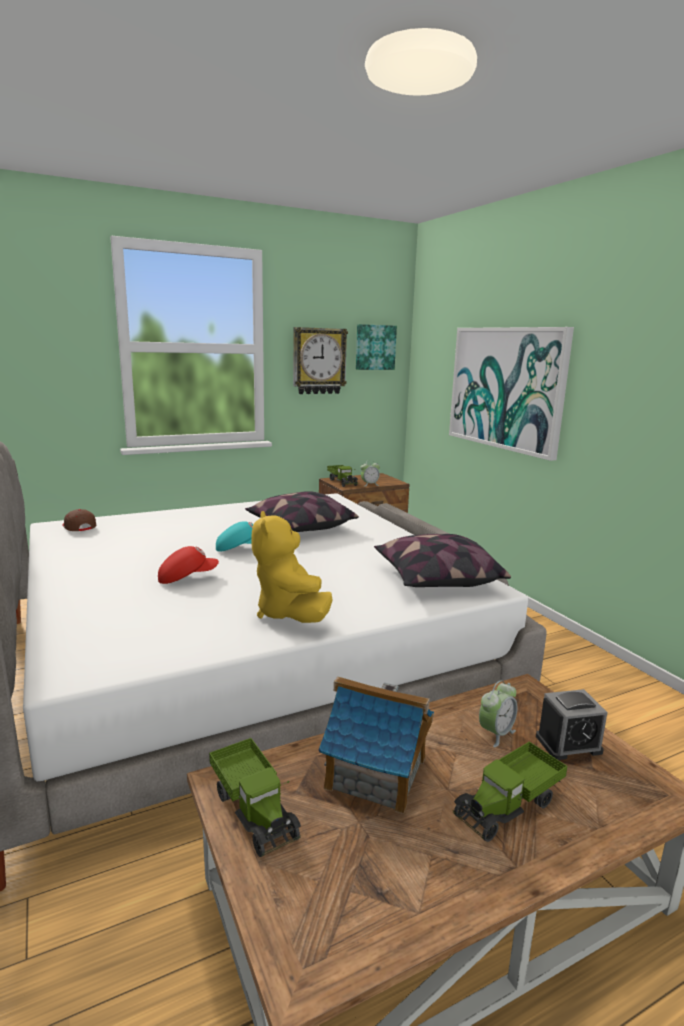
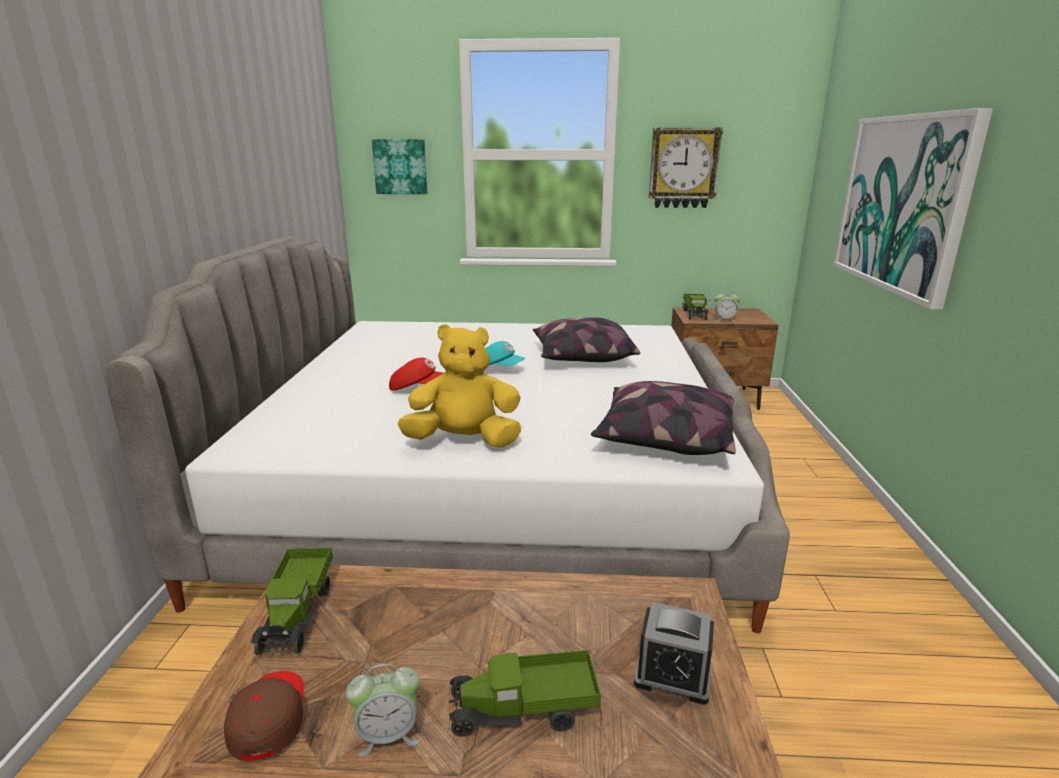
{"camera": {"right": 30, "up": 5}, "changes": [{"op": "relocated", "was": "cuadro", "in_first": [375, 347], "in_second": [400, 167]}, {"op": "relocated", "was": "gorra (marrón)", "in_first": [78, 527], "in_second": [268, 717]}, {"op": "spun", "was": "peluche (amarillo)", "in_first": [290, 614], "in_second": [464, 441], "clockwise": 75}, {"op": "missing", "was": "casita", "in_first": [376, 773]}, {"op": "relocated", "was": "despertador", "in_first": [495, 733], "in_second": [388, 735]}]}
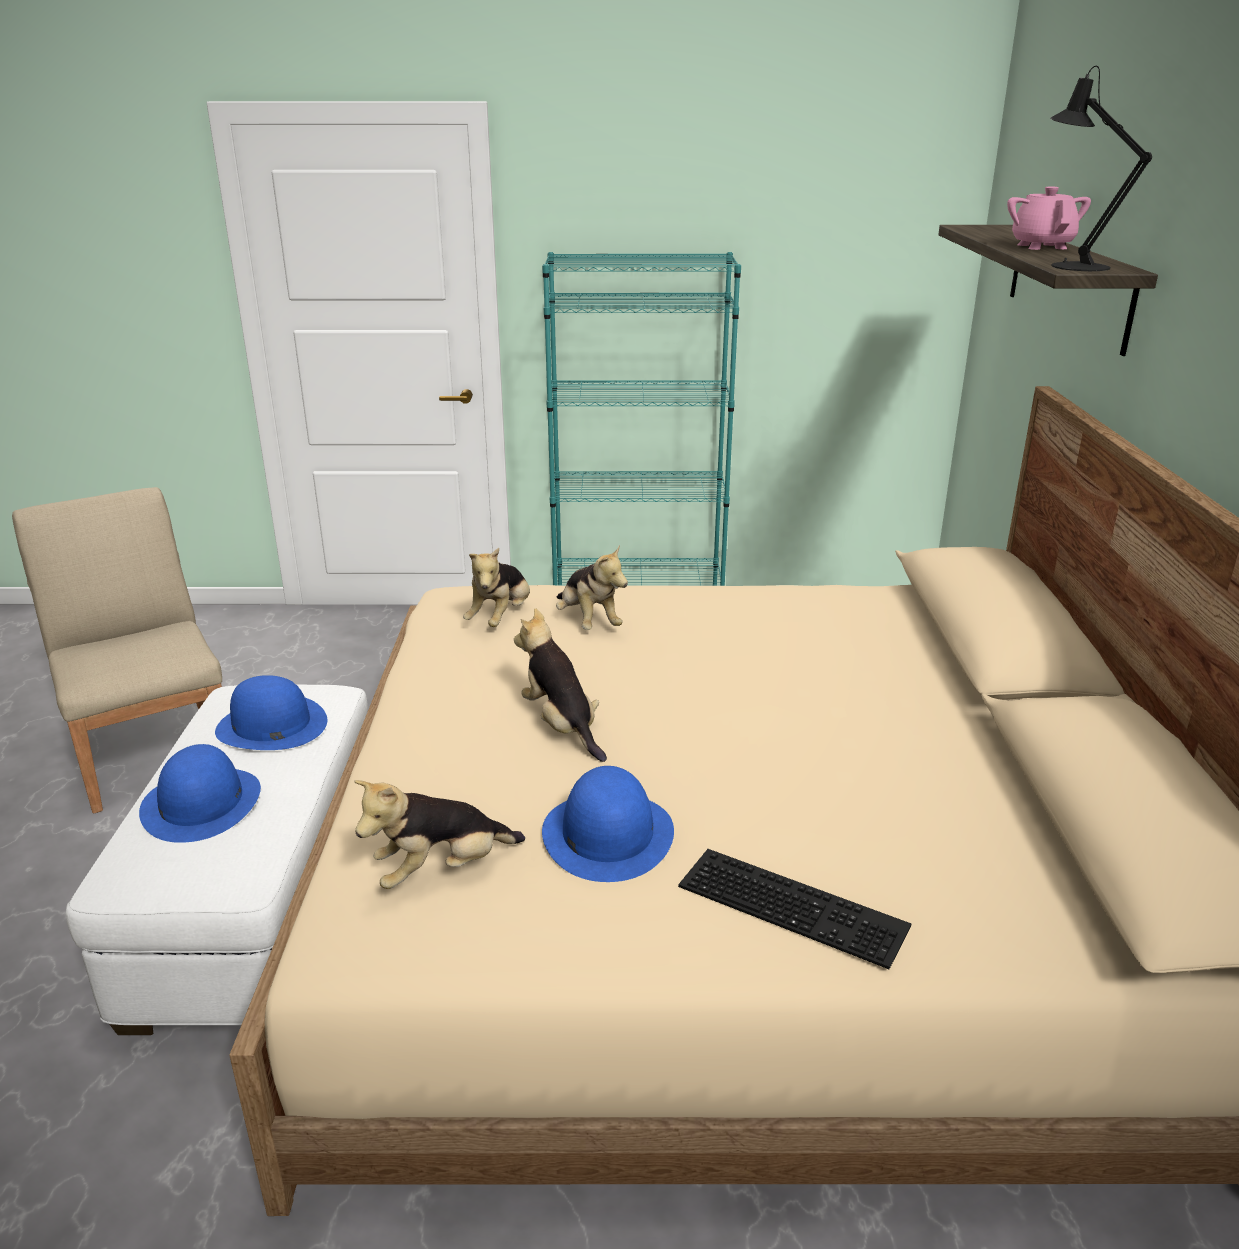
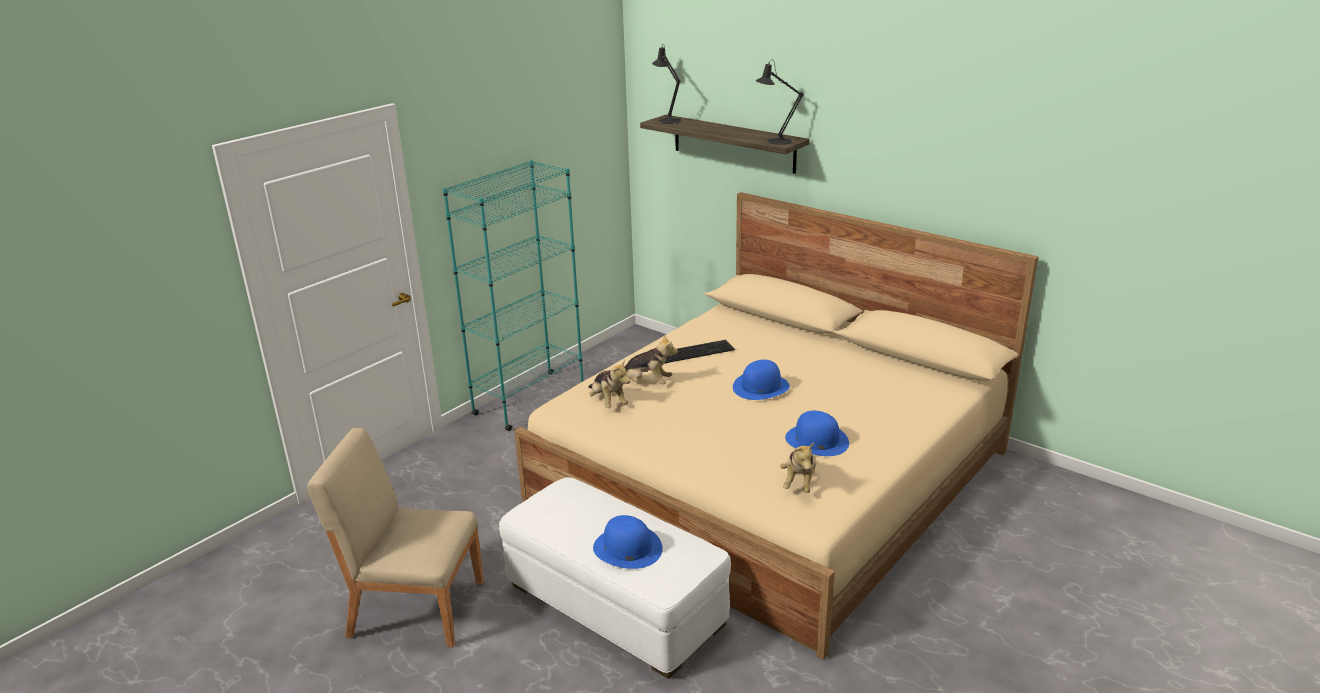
{"camera": {"right": -50, "up": 0}, "changes": [{"op": "missing", "was": "tetera (rosa)", "in_first": [1041, 246]}, {"op": "missing", "was": "peluche", "in_first": [562, 726]}, {"op": "relocated", "was": "sombrero (azul)", "in_first": [271, 725], "in_second": [761, 387]}, {"op": "relocated", "was": "teclado", "in_first": [795, 904], "in_second": [695, 351]}, {"op": "appeared", "now": "lámpara de mesa (negro)", "in_second": [667, 120]}]}
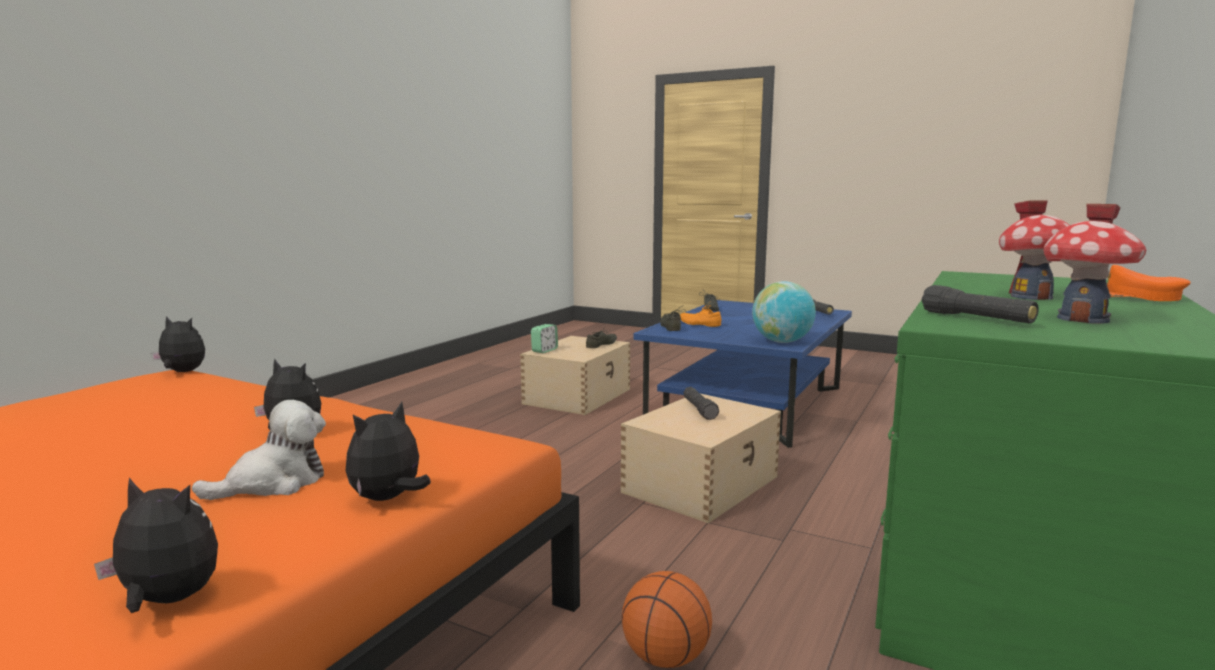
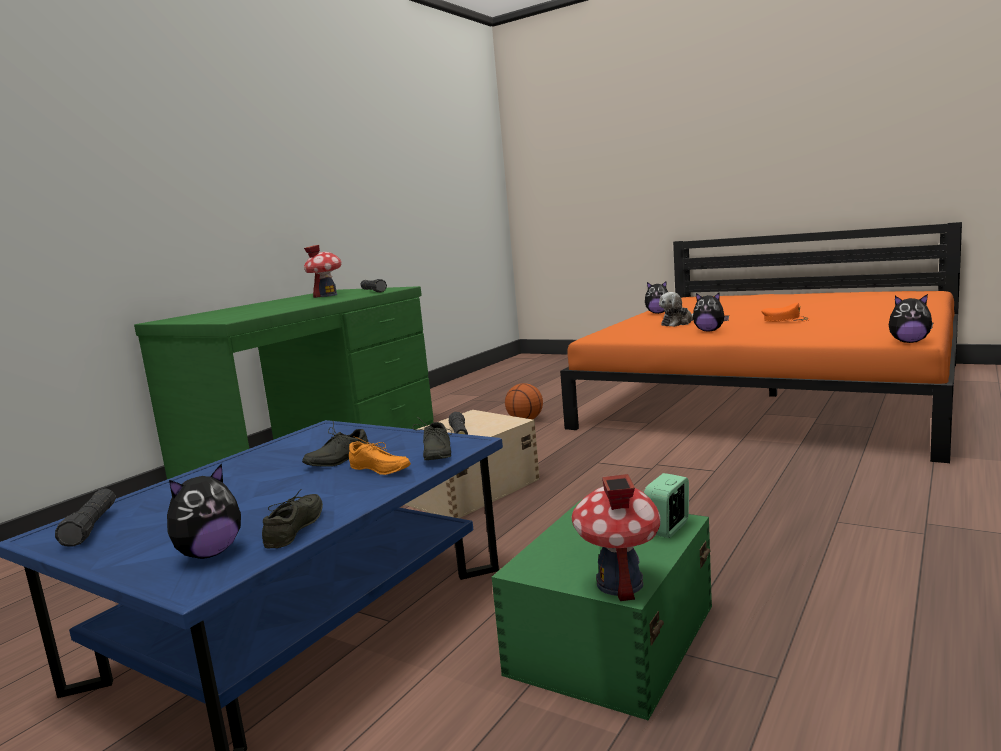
{"camera": {"right": -175, "up": 0}, "changes": [{"op": "relocated", "was": "casita", "in_first": [1031, 297], "in_second": [619, 584]}, {"op": "relocated", "was": "gorra (naranja)", "in_first": [1135, 297], "in_second": [785, 320]}, {"op": "missing", "was": "globo terráqueo", "in_first": [782, 342]}, {"op": "relocated", "was": "zapato (gris)", "in_first": [602, 345], "in_second": [336, 460]}, {"op": "colour", "was": "caja de almacenaje (beis)", "now": "caja de almacenaje (verde)", "in_first": [578, 396], "in_second": [610, 640]}, {"op": "relocated", "was": "peluche", "in_first": [388, 499], "in_second": [209, 553]}]}
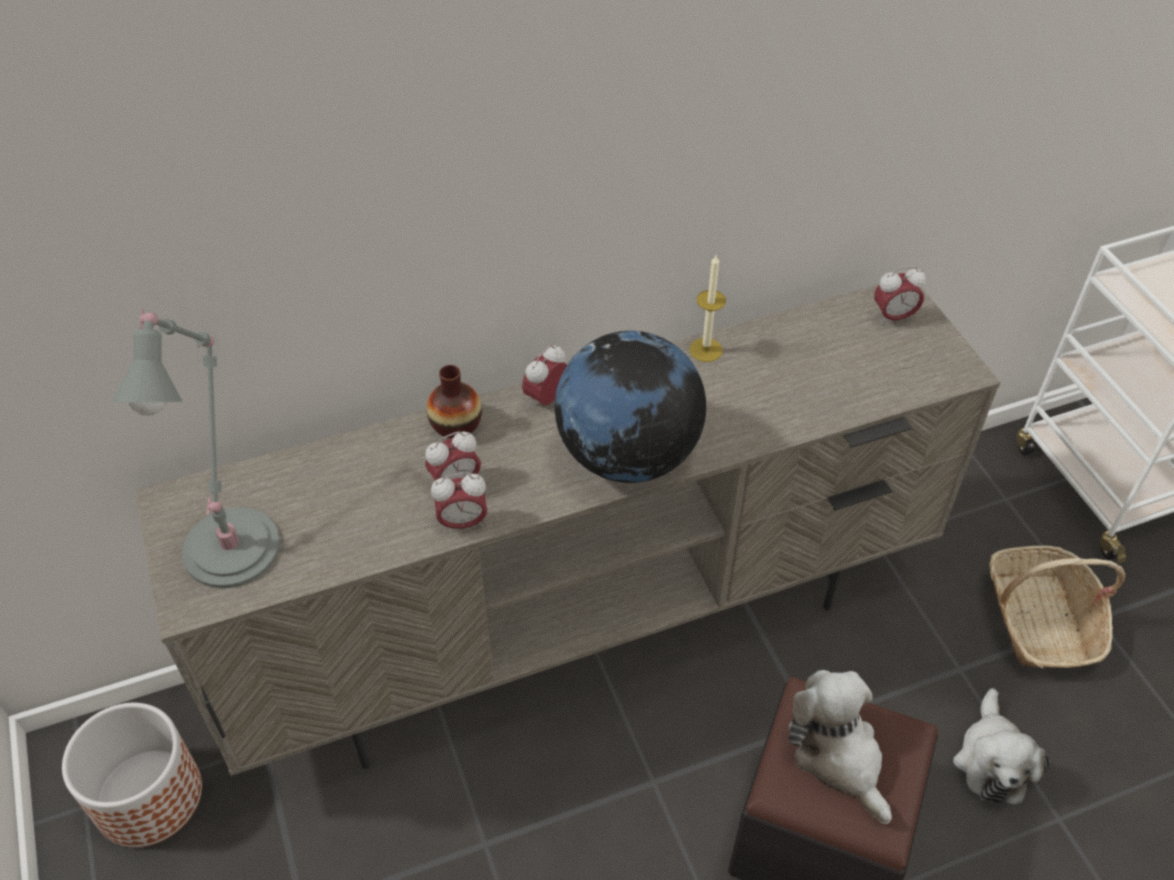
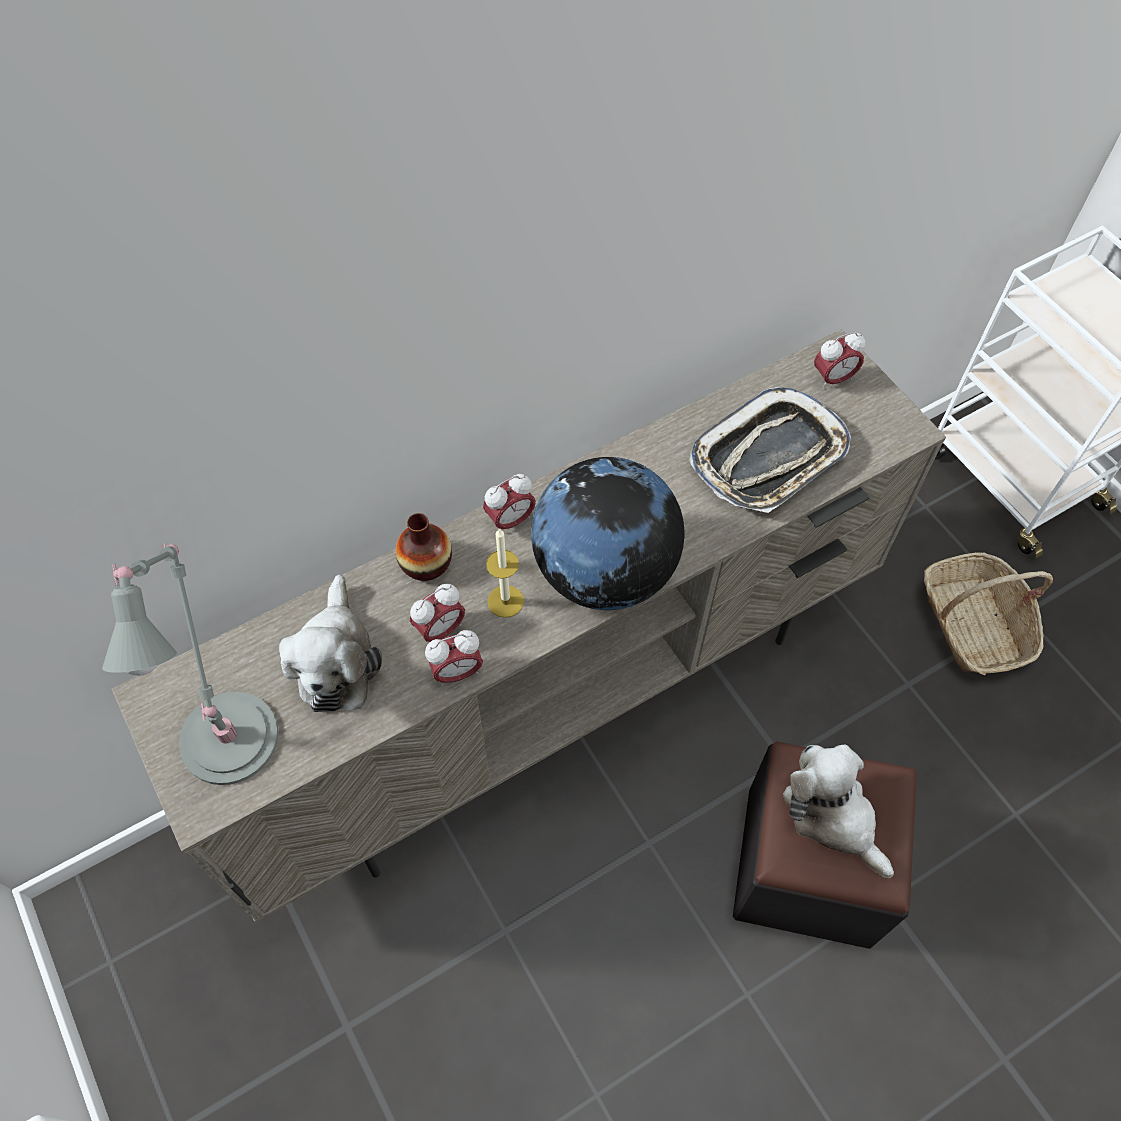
{"camera": {"right": -10, "up": 10}, "changes": [{"op": "relocated", "was": "vela", "in_first": [705, 350], "in_second": [505, 601]}, {"op": "spun", "was": "despertador", "in_first": [546, 399], "in_second": [510, 520], "clockwise": -150}, {"op": "relocated", "was": "peluche", "in_first": [992, 760], "in_second": [335, 660]}, {"op": "missing", "was": "maceta", "in_first": [149, 796]}, {"op": "appeared", "now": "bandeja", "in_second": [769, 457]}]}
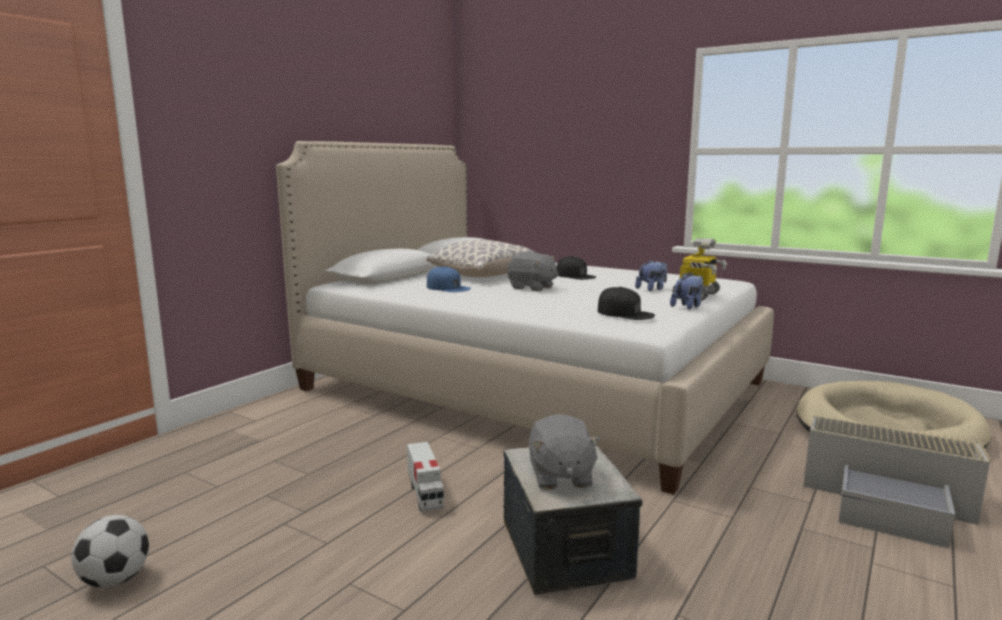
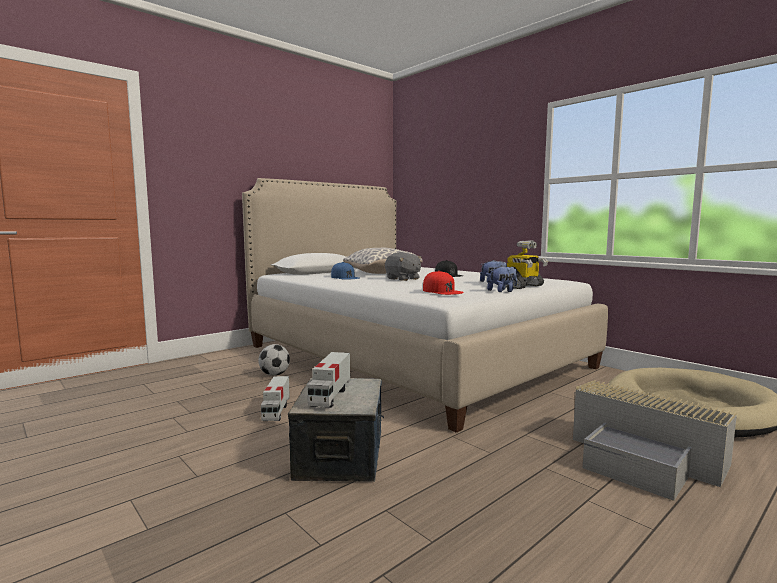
{"camera": {"right": 15, "up": -5}, "changes": [{"op": "colour", "was": "gorra (negro)", "now": "gorra (rojo)", "in_first": [625, 313], "in_second": [442, 291]}, {"op": "exchanged", "was": "peluche (gris)", "now": "camión de juguete", "in_first": [560, 476], "in_second": [330, 395]}, {"op": "relocated", "was": "balón de fútbol", "in_first": [115, 580], "in_second": [274, 374]}]}
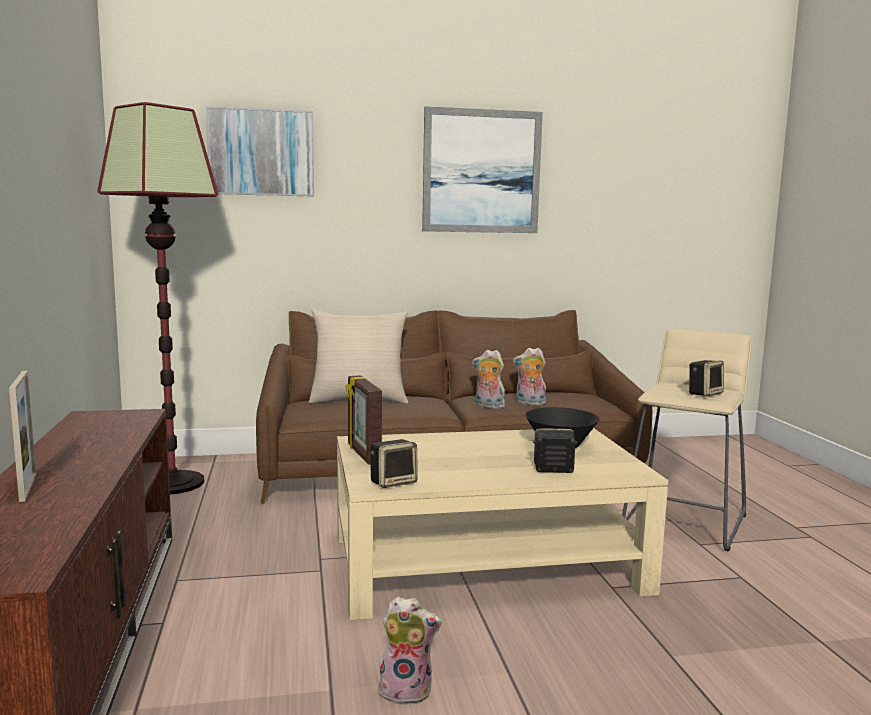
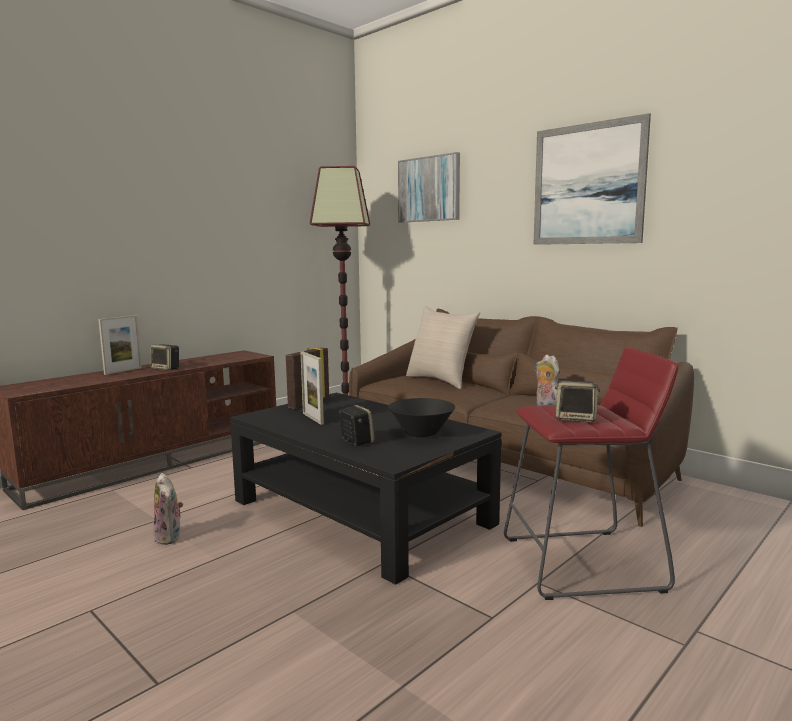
{"camera": {"right": 55, "up": 0}, "changes": [{"op": "colour", "was": "taburete (beis)", "now": "taburete (rojo)", "in_first": [683, 521], "in_second": [582, 563]}, {"op": "missing", "was": "peluche", "in_first": [488, 406]}, {"op": "colour", "was": "mesa de centro (beis)", "now": "mesa de centro (negro)", "in_first": [487, 563], "in_second": [361, 512]}, {"op": "relocated", "was": "altavoz", "in_first": [393, 482], "in_second": [166, 369]}, {"op": "appeared", "now": "portarretratos", "in_second": [313, 418]}]}
